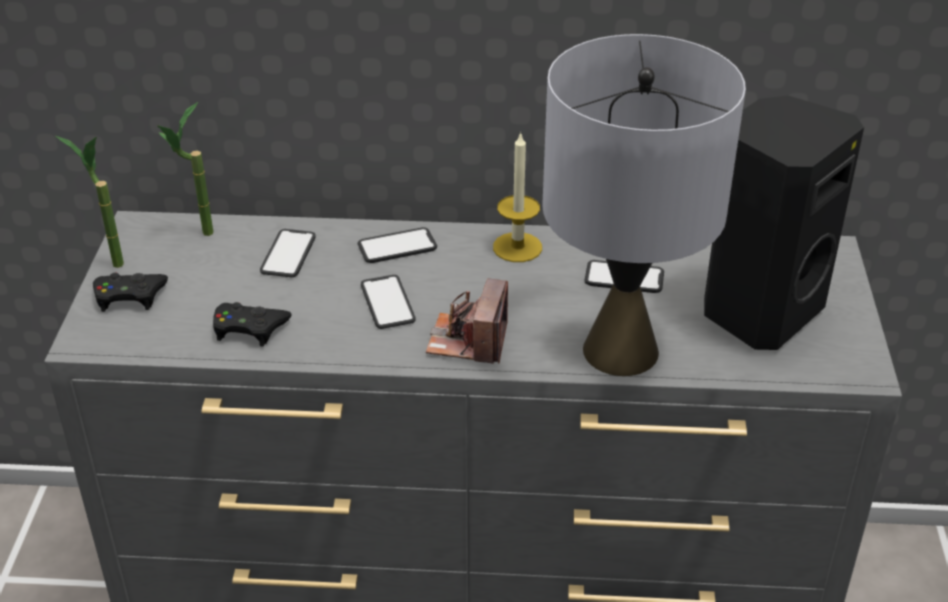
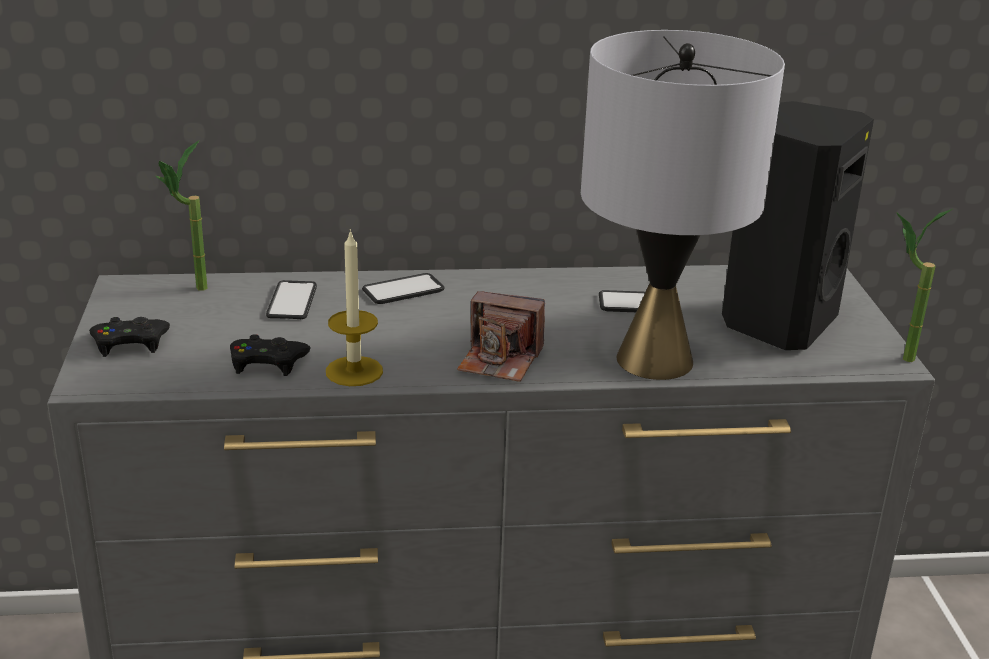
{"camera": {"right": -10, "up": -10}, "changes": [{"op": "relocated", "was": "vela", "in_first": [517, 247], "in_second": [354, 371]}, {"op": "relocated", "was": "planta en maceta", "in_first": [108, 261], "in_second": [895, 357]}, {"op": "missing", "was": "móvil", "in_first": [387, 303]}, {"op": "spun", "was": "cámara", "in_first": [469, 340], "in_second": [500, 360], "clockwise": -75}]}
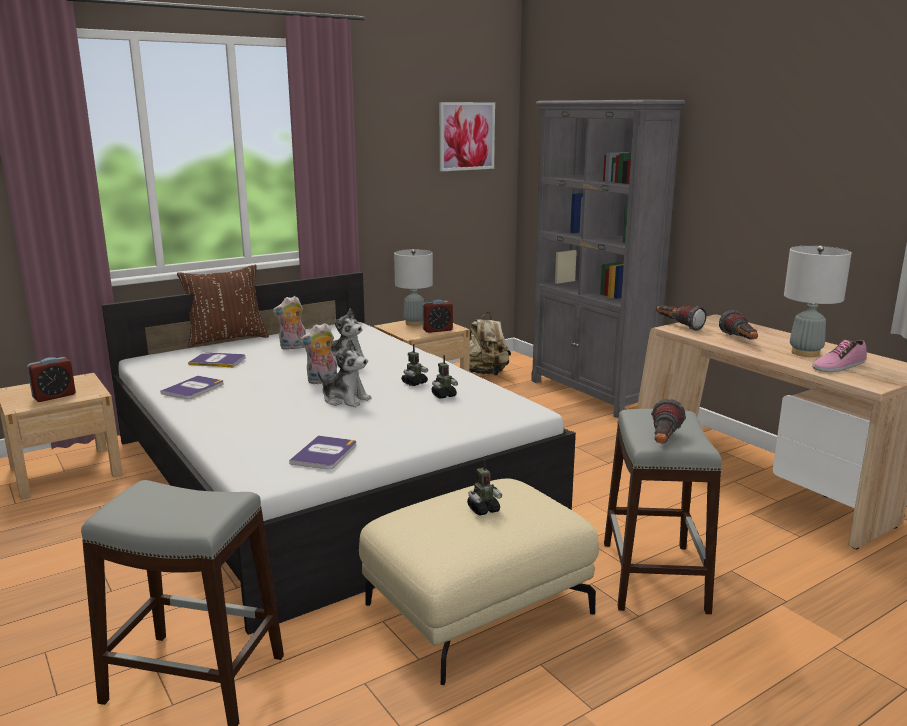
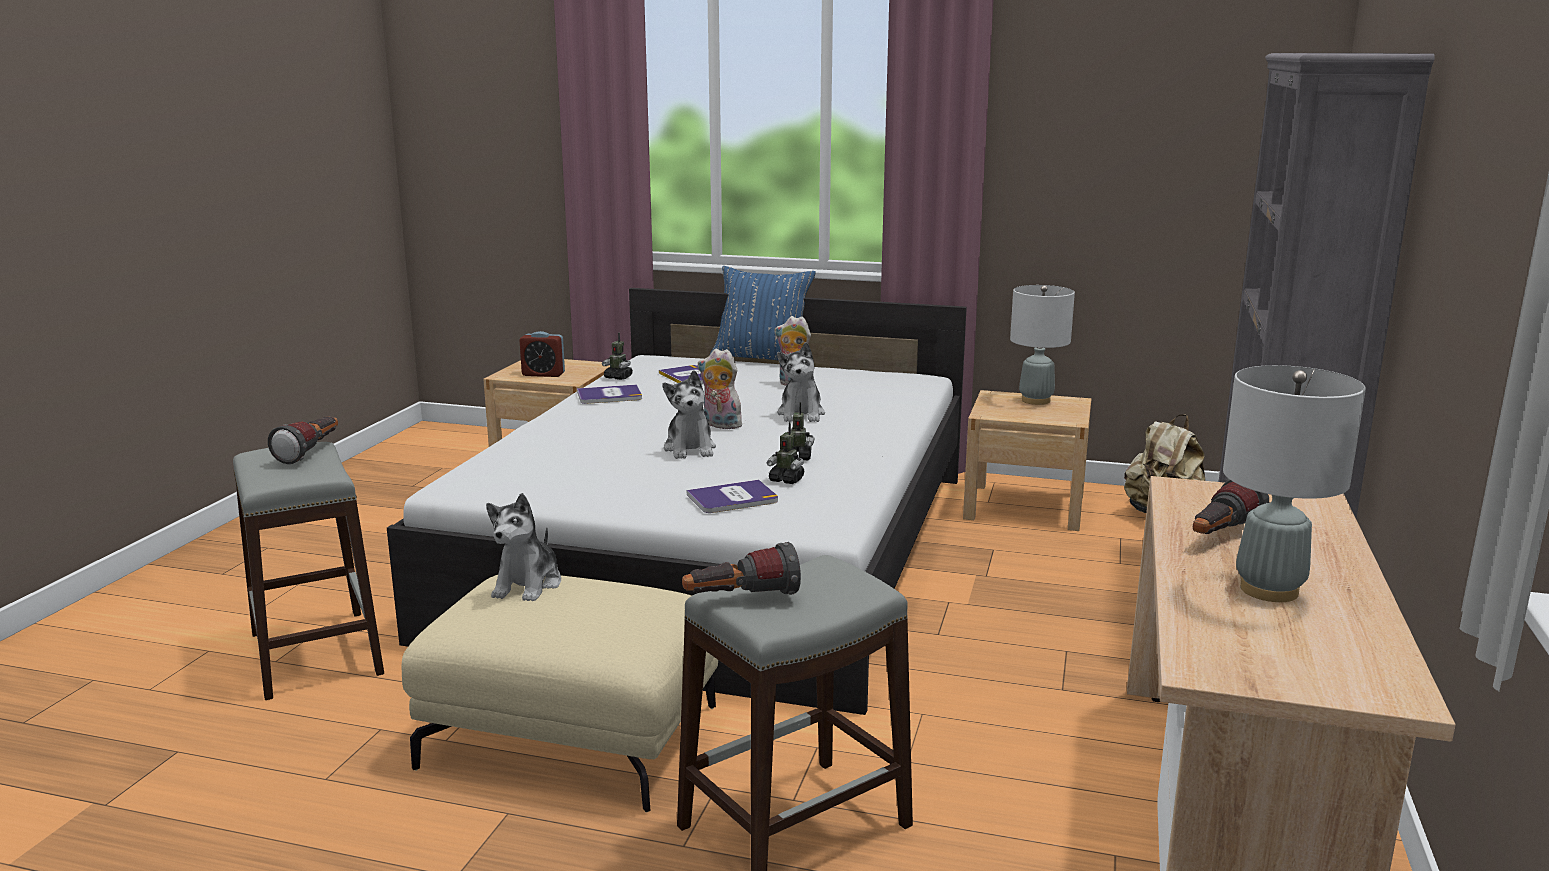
{"camera": {"right": 50, "up": 0}, "changes": [{"op": "missing", "was": "cuadro", "in_first": [466, 136]}, {"op": "colour", "was": "cojín (marrón)", "now": "cojín (azul)", "in_first": [226, 339], "in_second": [762, 359]}, {"op": "missing", "was": "despertador", "in_first": [437, 330]}, {"op": "relocated", "was": "linterna", "in_first": [677, 325], "in_second": [311, 452]}, {"op": "missing", "was": "zapato", "in_first": [838, 366]}, {"op": "relocated", "was": "libro", "in_first": [324, 453], "in_second": [733, 498]}, {"op": "relocated", "was": "robot de juguete", "in_first": [483, 509], "in_second": [618, 377]}, {"op": "appeared", "now": "peluche", "in_second": [528, 585]}]}
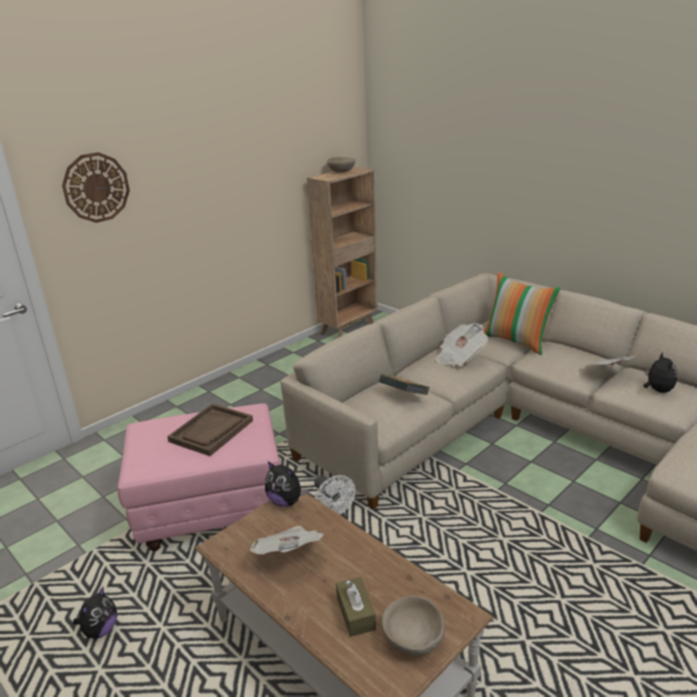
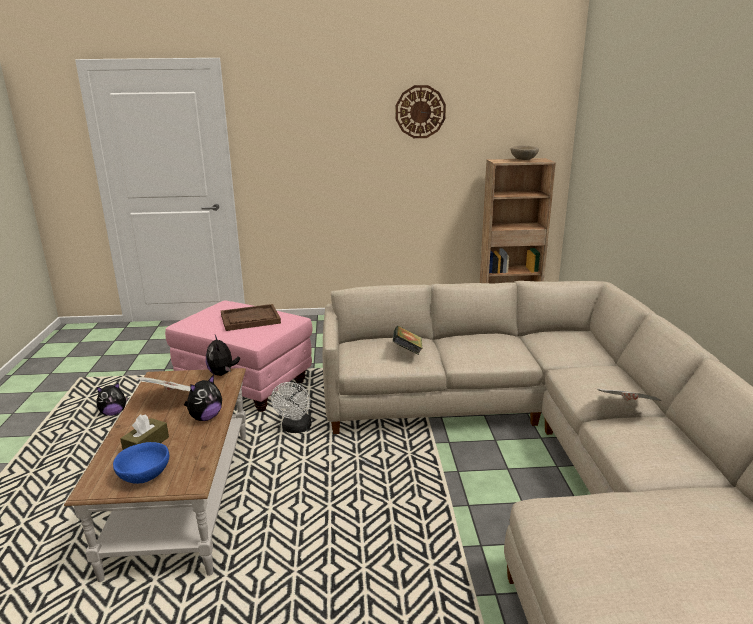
{"camera": {"right": 40, "up": -5}, "changes": [{"op": "relocated", "was": "reloj de pared", "in_first": [96, 187], "in_second": [420, 112]}, {"op": "missing", "was": "cojín", "in_first": [517, 341]}, {"op": "missing", "was": "periódico", "in_first": [459, 357]}, {"op": "relocated", "was": "peluche", "in_first": [657, 390], "in_second": [205, 417]}, {"op": "colour", "was": "cuenco (beis)", "now": "cuenco (azul)", "in_first": [412, 640], "in_second": [144, 475]}]}
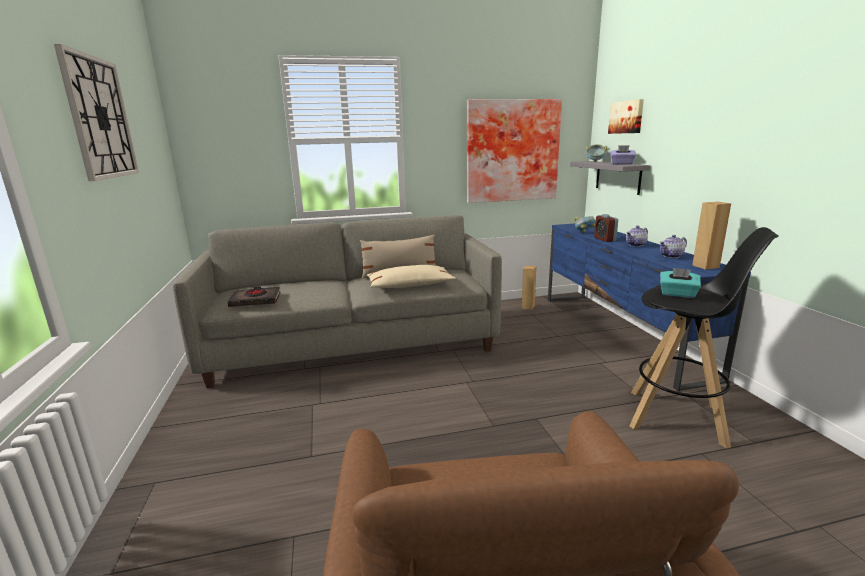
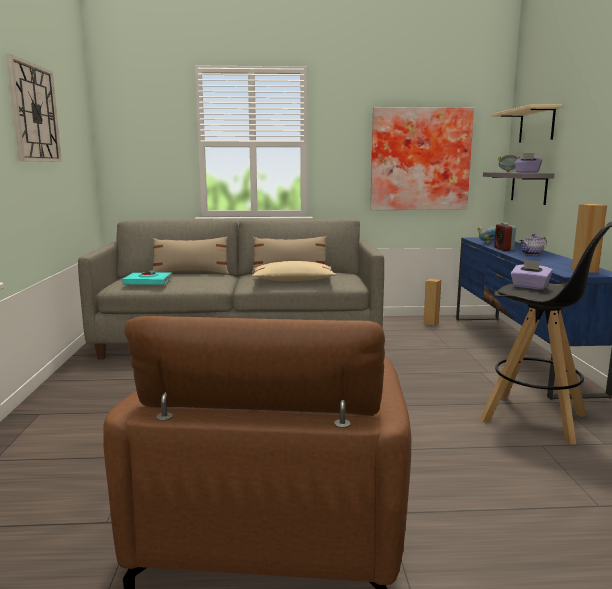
{"camera": {"right": 10, "up": -5}, "changes": [{"op": "exchanged", "was": "cuadro", "now": "estante (beis)", "in_first": [626, 117], "in_second": [536, 125]}, {"op": "missing", "was": "tetera", "in_first": [671, 256]}, {"op": "colour", "was": "caja de pañuelos (turquesa)", "now": "caja de pañuelos (morado)", "in_first": [677, 294], "in_second": [529, 287]}, {"op": "colour", "was": "libro (negro)", "now": "libro (turquesa)", "in_first": [255, 300], "in_second": [148, 282]}, {"op": "appeared", "now": "cojín (beis)", "in_second": [191, 273]}]}
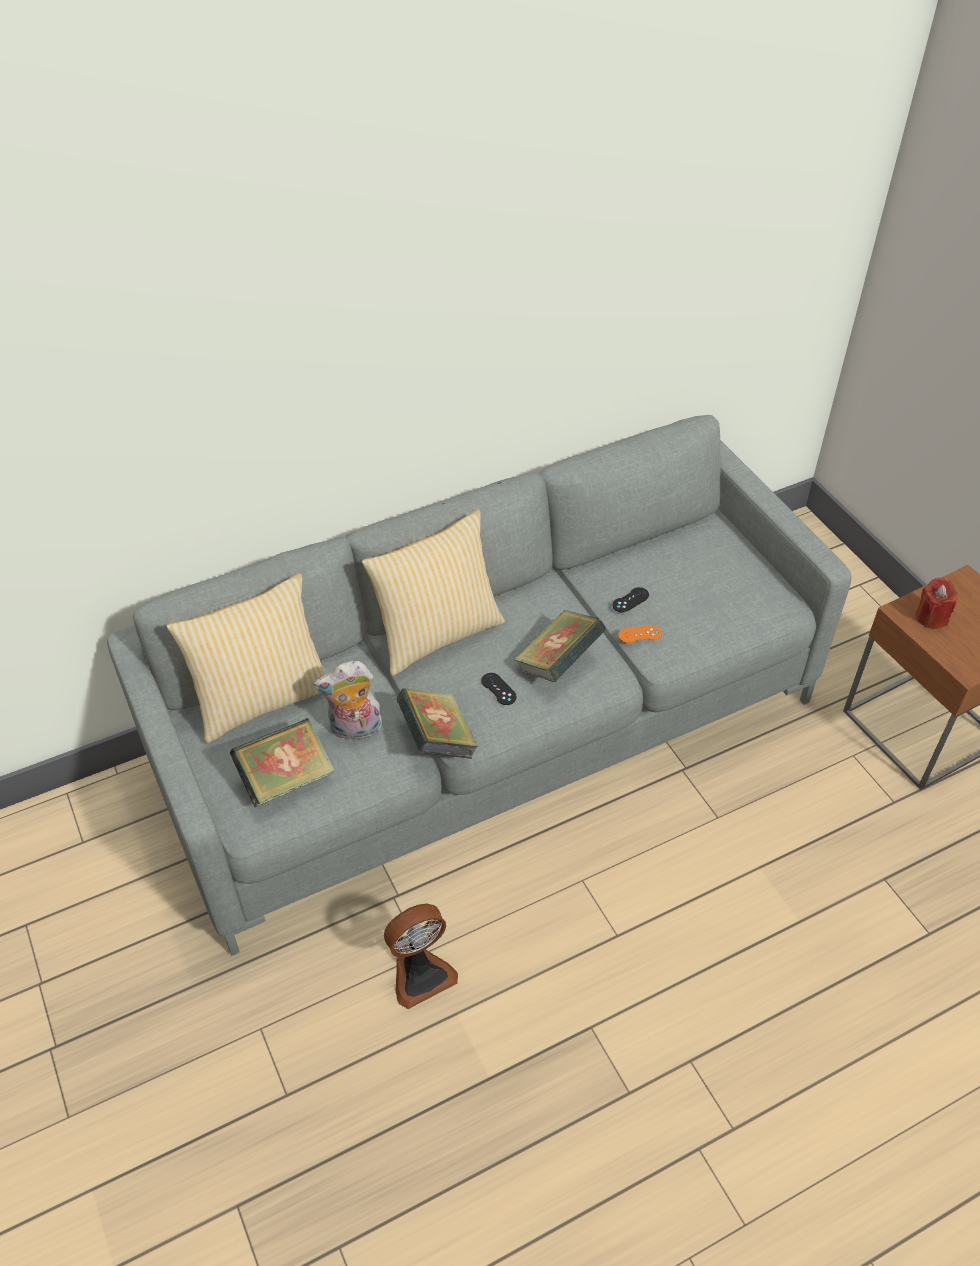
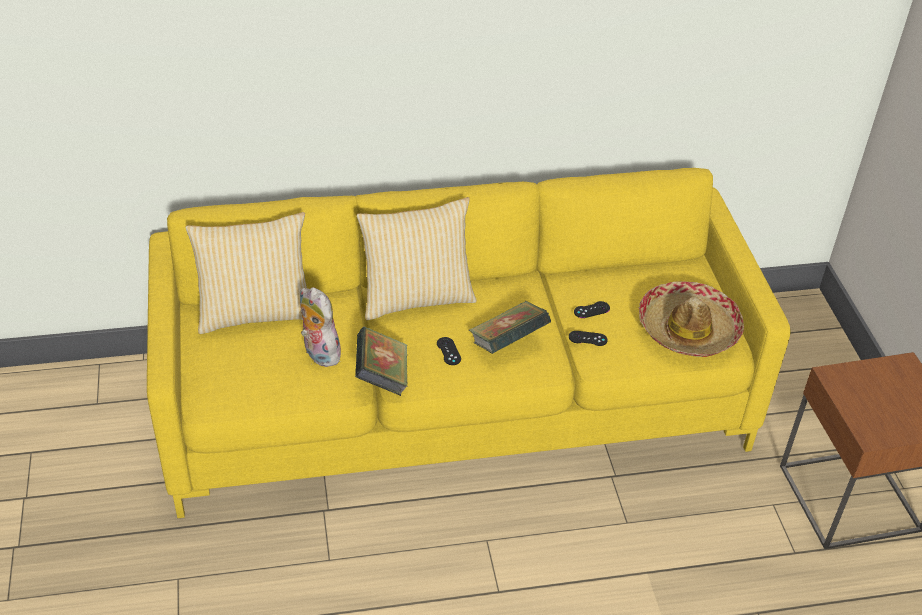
{"camera": {"right": 15, "up": -5}, "changes": [{"op": "colour", "was": "sofá (gris)", "now": "sofá (amarillo)", "in_first": [490, 733], "in_second": [456, 405]}, {"op": "missing", "was": "vela (rojo)", "in_first": [931, 617]}, {"op": "colour", "was": "mando de consola (naranja)", "now": "mando de consola (negro)", "in_first": [640, 634], "in_second": [588, 338]}, {"op": "spun", "was": "peluche", "in_first": [355, 730], "in_second": [318, 353], "clockwise": 45}, {"op": "missing", "was": "libro", "in_first": [286, 779]}, {"op": "missing", "was": "ventilador", "in_first": [420, 973]}, {"op": "appeared", "now": "sombrero", "in_second": [688, 329]}]}
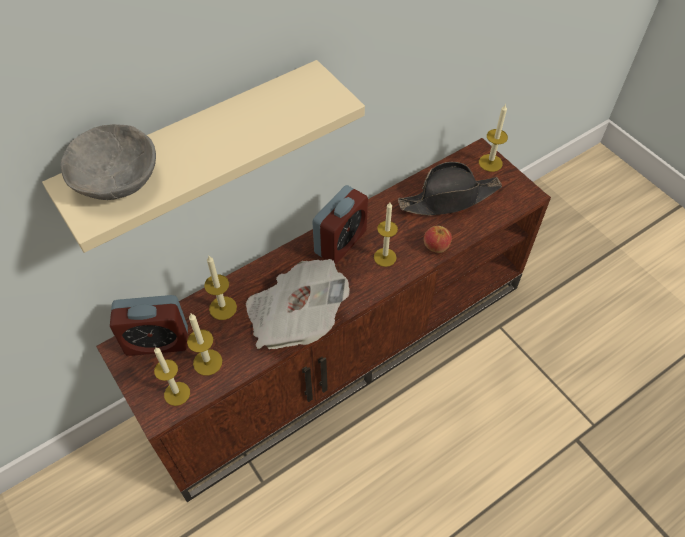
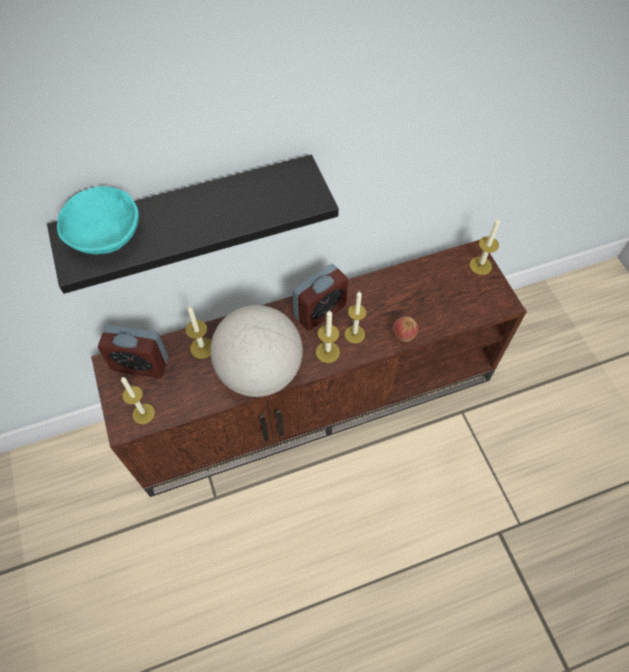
{"camera": {"right": 15, "up": 5}, "changes": [{"op": "colour", "was": "estante (beis)", "now": "estante (negro)", "in_first": [197, 150], "in_second": [191, 215]}, {"op": "colour", "was": "cuenco (gris)", "now": "cuenco (turquesa)", "in_first": [117, 179], "in_second": [106, 235]}, {"op": "missing", "was": "sombrero (negro)", "in_first": [449, 198]}, {"op": "exchanged", "was": "periódico", "now": "globo terráqueo", "in_first": [295, 318], "in_second": [259, 371]}, {"op": "relocated", "was": "vela", "in_first": [207, 362], "in_second": [327, 352]}]}
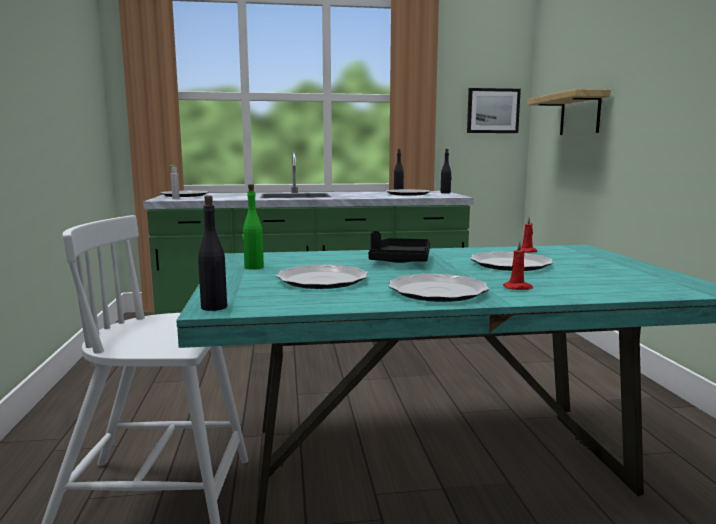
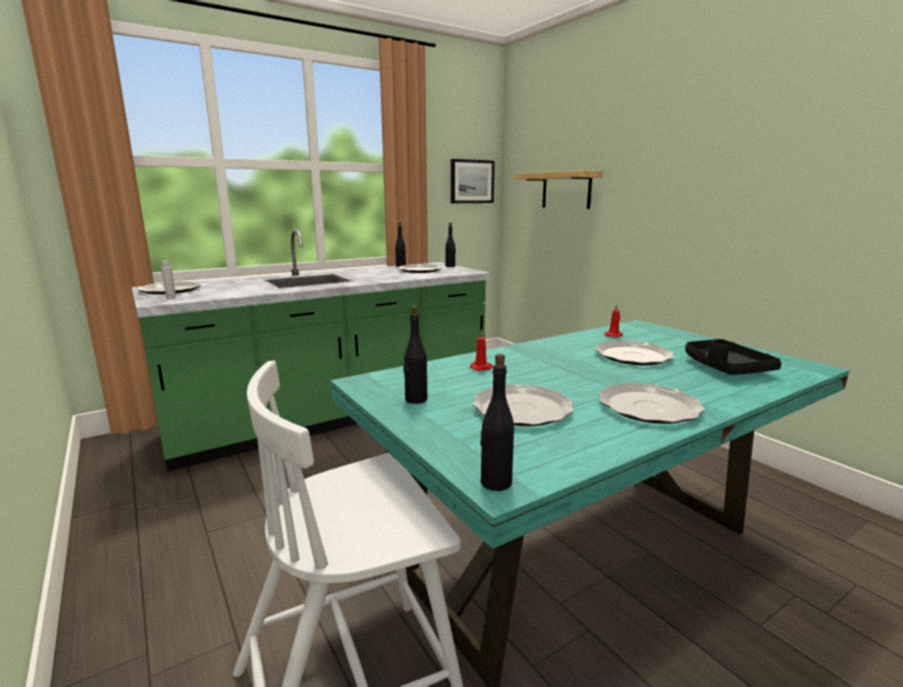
{"camera": {"right": -25, "up": 5}, "changes": [{"op": "colour", "was": "botella (verde)", "now": "botella (negro)", "in_first": [253, 267], "in_second": [415, 400]}, {"op": "relocated", "was": "bandeja (negro)", "in_first": [400, 261], "in_second": [724, 367]}, {"op": "relocated", "was": "vela (rojo)", "in_first": [518, 288], "in_second": [481, 368]}]}
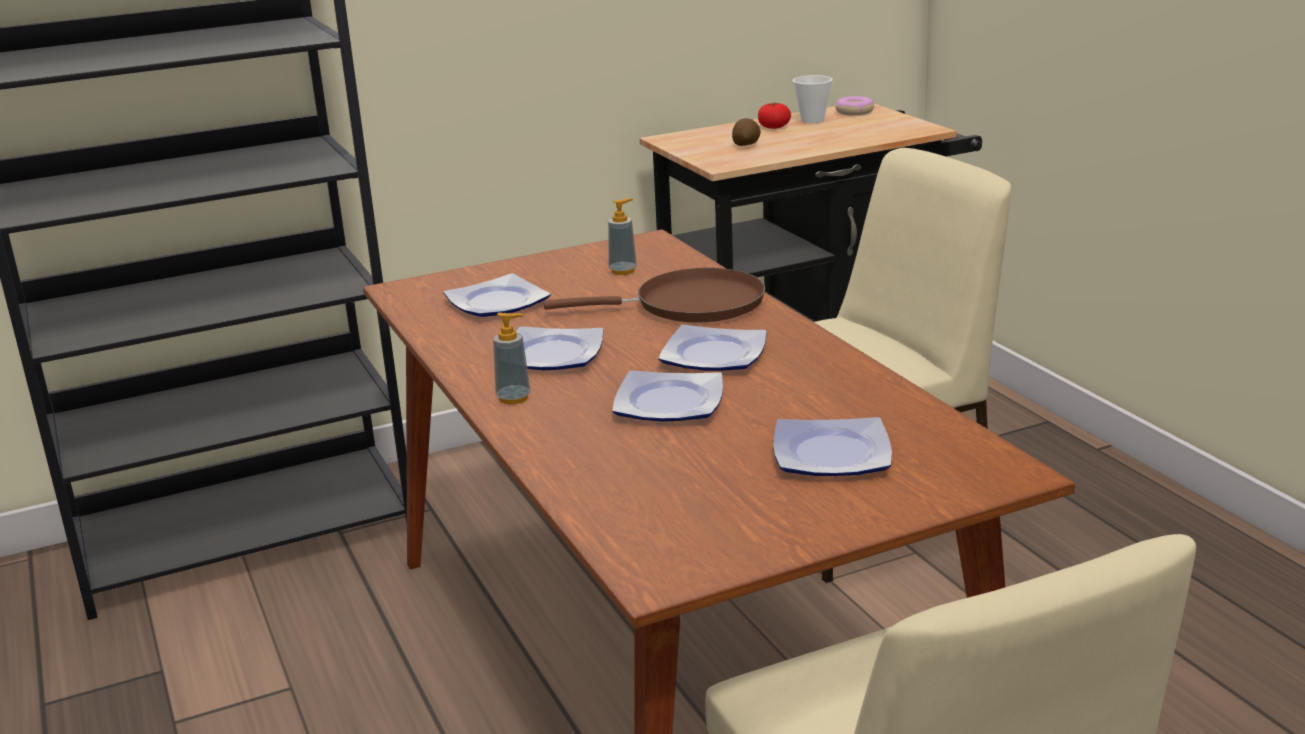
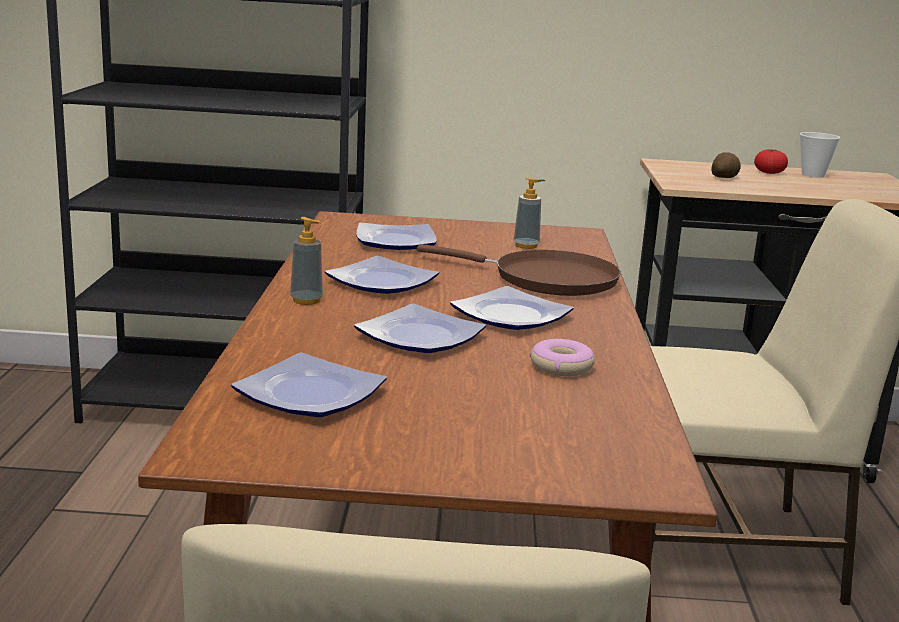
{"camera": {"right": 25, "up": -5}, "changes": [{"op": "relocated", "was": "rosquilla", "in_first": [854, 112], "in_second": [561, 367]}, {"op": "relocated", "was": "plato", "in_first": [833, 453], "in_second": [313, 395]}]}
